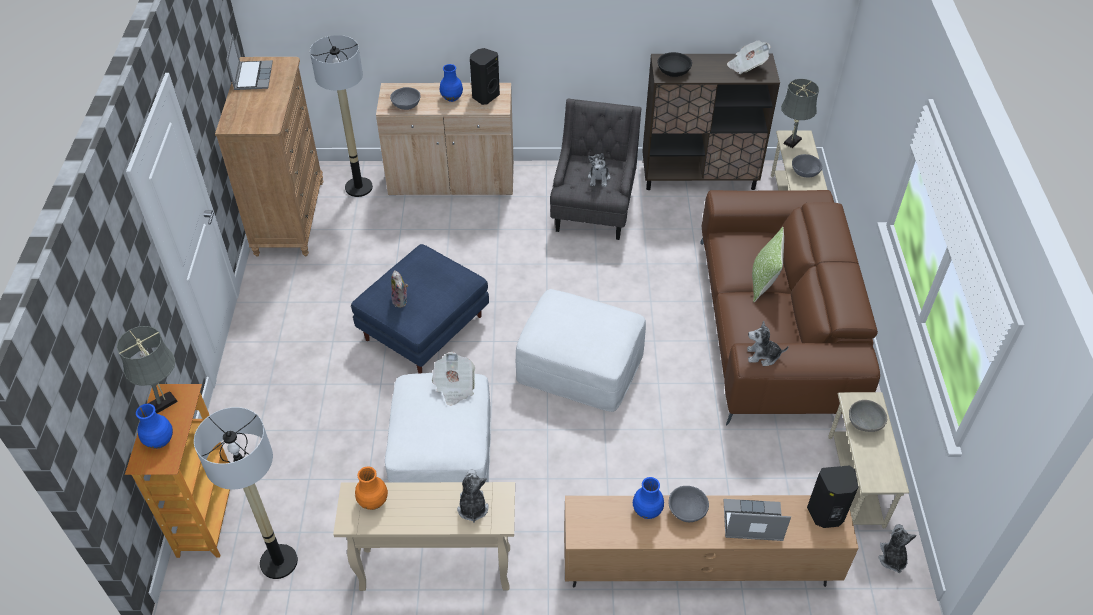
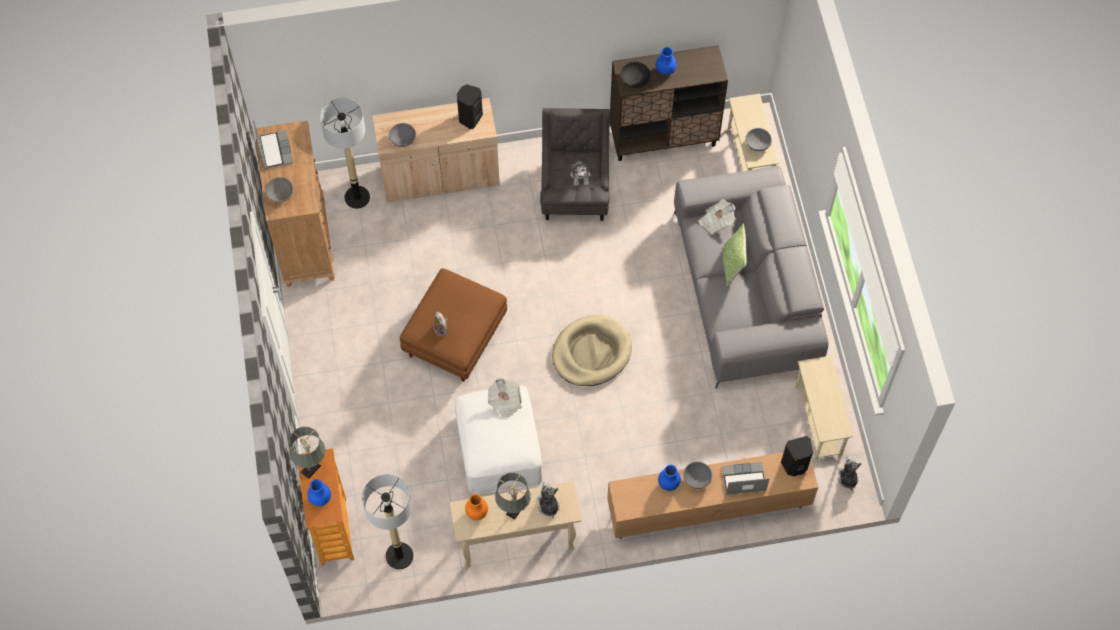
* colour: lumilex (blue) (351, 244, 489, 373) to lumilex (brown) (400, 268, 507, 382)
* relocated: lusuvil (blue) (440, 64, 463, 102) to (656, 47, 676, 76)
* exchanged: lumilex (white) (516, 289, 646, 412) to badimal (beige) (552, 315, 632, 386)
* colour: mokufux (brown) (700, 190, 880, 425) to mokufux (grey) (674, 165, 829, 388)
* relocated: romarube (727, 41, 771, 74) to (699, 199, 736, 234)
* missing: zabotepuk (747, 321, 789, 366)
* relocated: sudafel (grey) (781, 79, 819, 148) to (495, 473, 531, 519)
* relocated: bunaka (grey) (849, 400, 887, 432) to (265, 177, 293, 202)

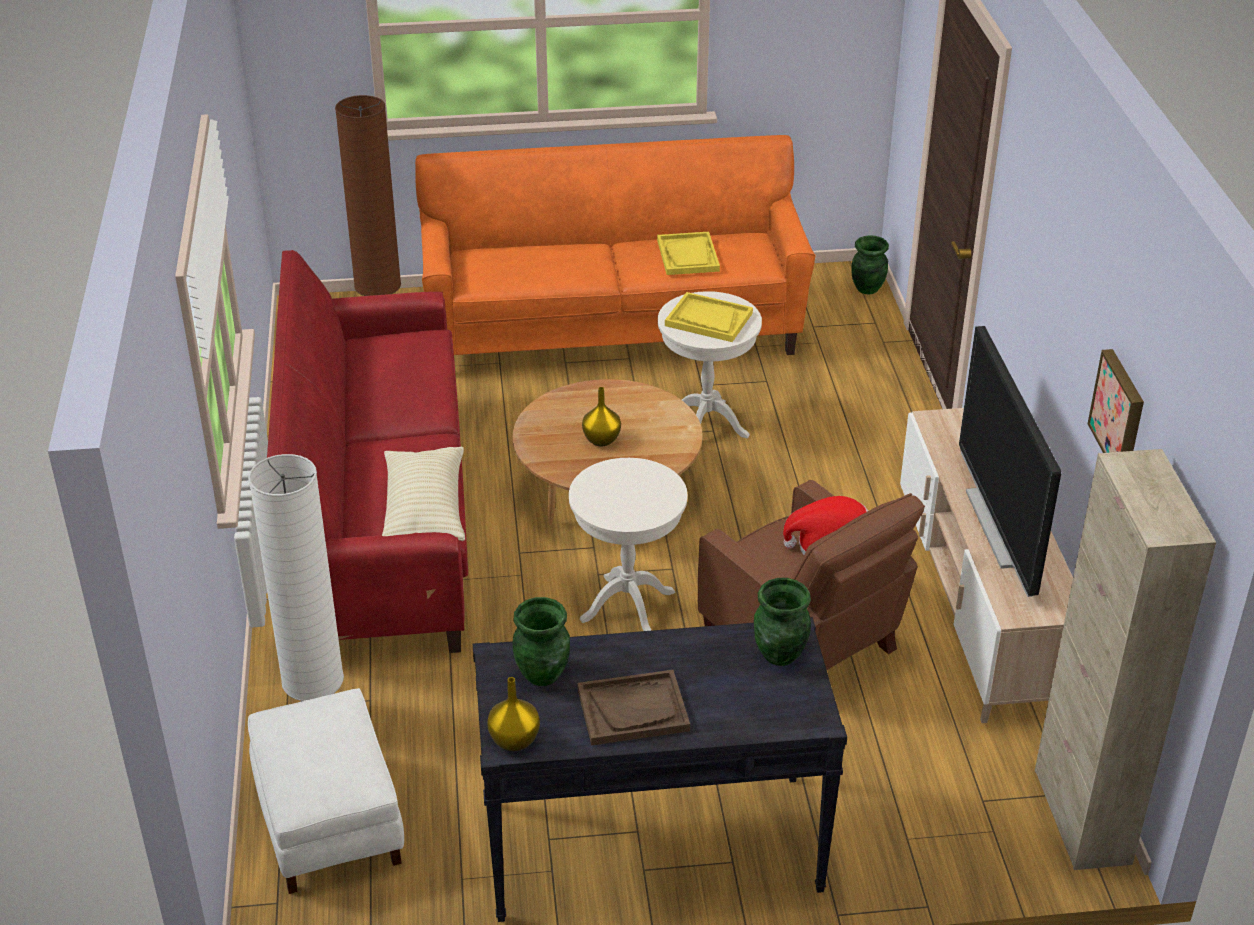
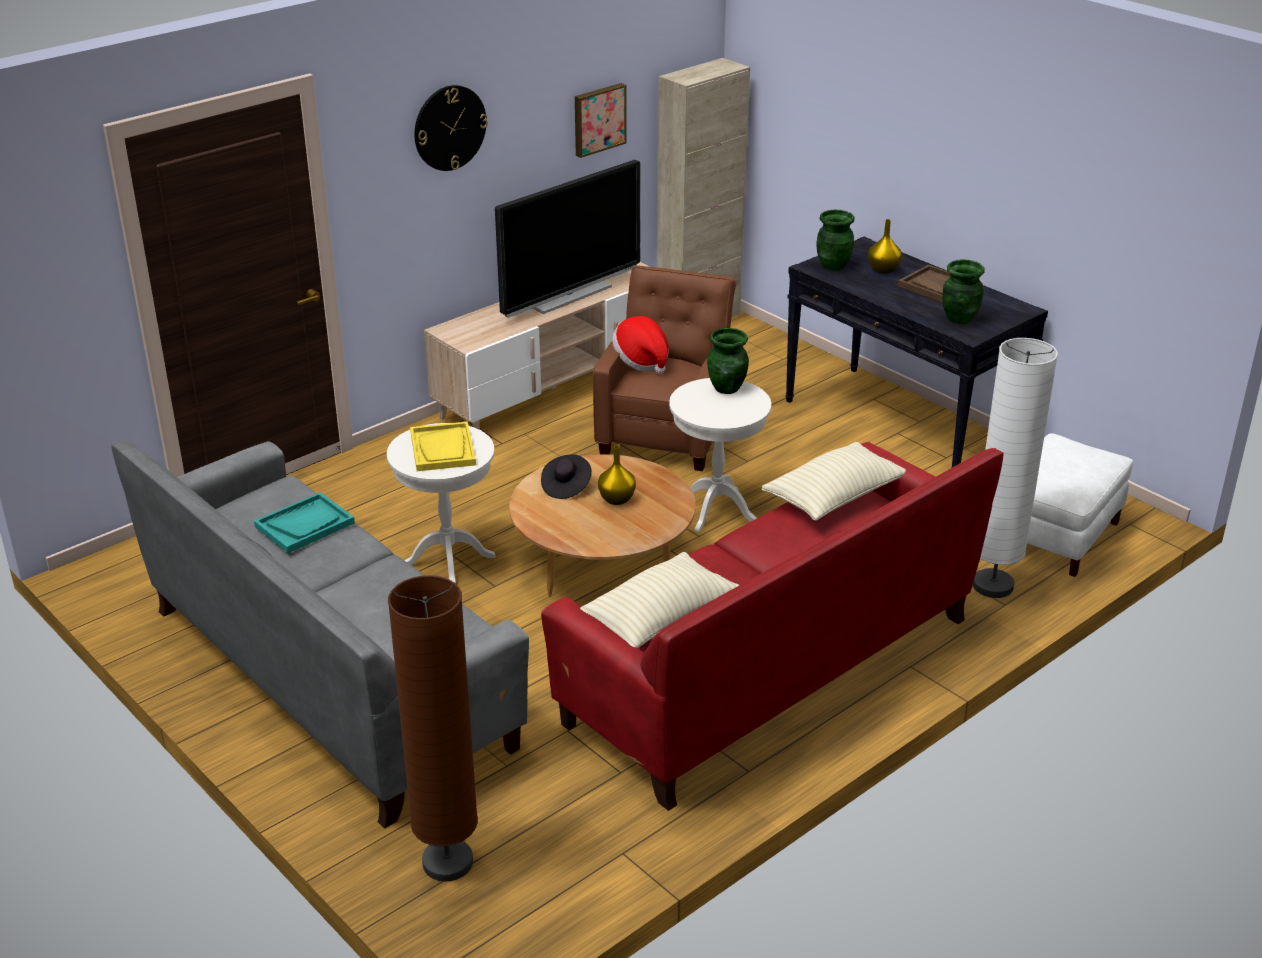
* colour: mokufux (orange) (415, 135, 815, 355) to mokufux (grey) (111, 440, 529, 829)
* relocated: lusuvil (yellow) (487, 677, 540, 751) to (868, 219, 902, 274)
* colour: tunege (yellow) (657, 232, 720, 275) to tunege (turquoise) (254, 492, 355, 553)
* relocated: lusuvil (green) (851, 235, 889, 294) to (707, 328, 749, 394)
* appeared: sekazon (415, 85, 488, 171)
* appeared: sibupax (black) (541, 454, 592, 499)
* appeared: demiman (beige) (580, 552, 739, 648)

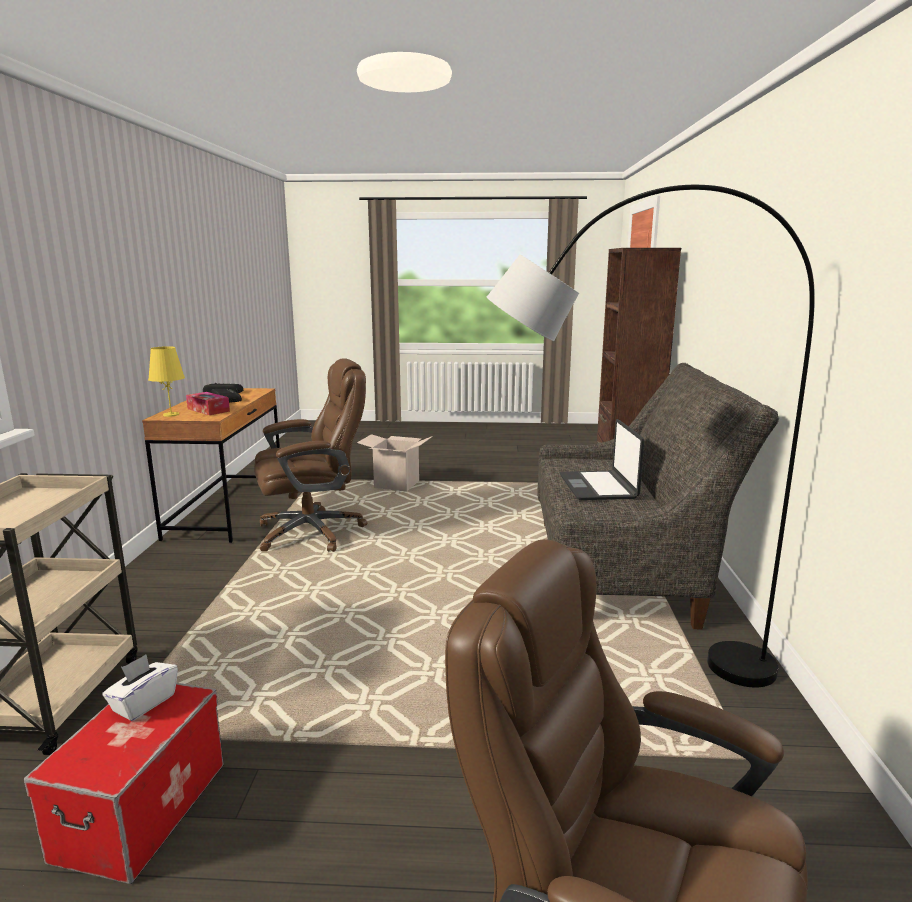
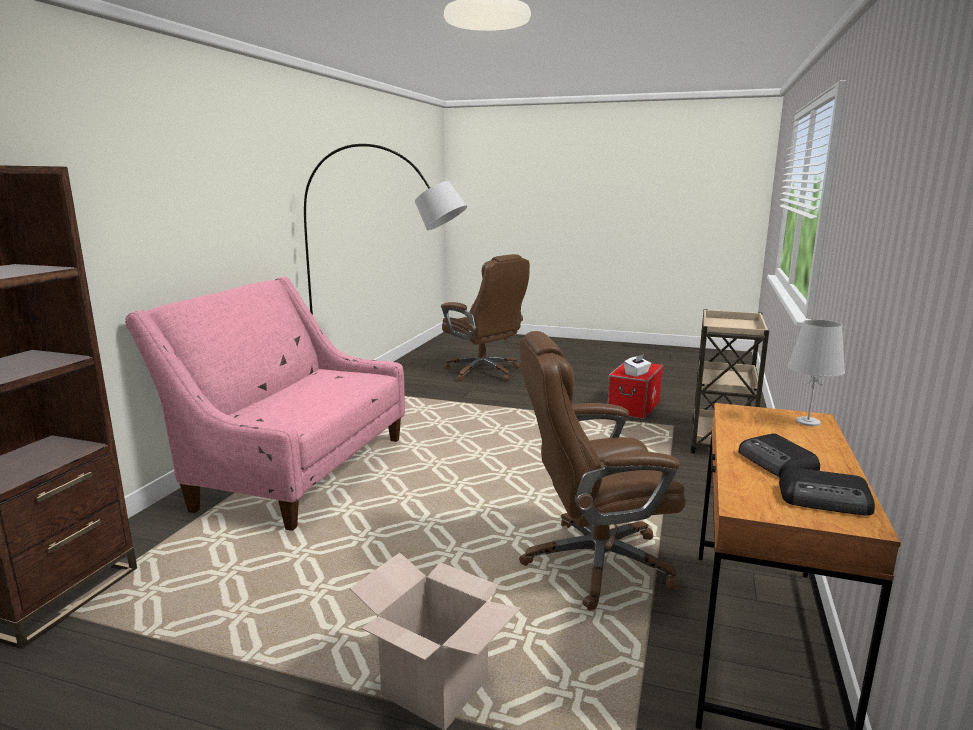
* colour: sudafel (yellow) (148, 346, 185, 417) to sudafel (white) (788, 319, 845, 426)
* missing: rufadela (186, 392, 230, 415)
* colour: mokufux (grey) (537, 363, 779, 629) to mokufux (pink) (125, 276, 405, 531)
* missing: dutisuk (560, 419, 644, 500)

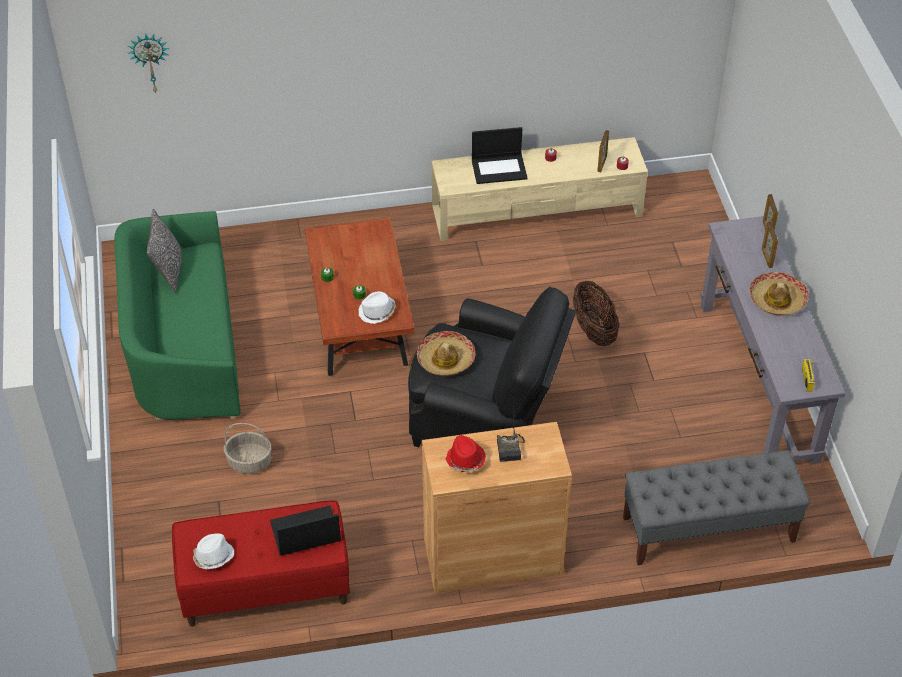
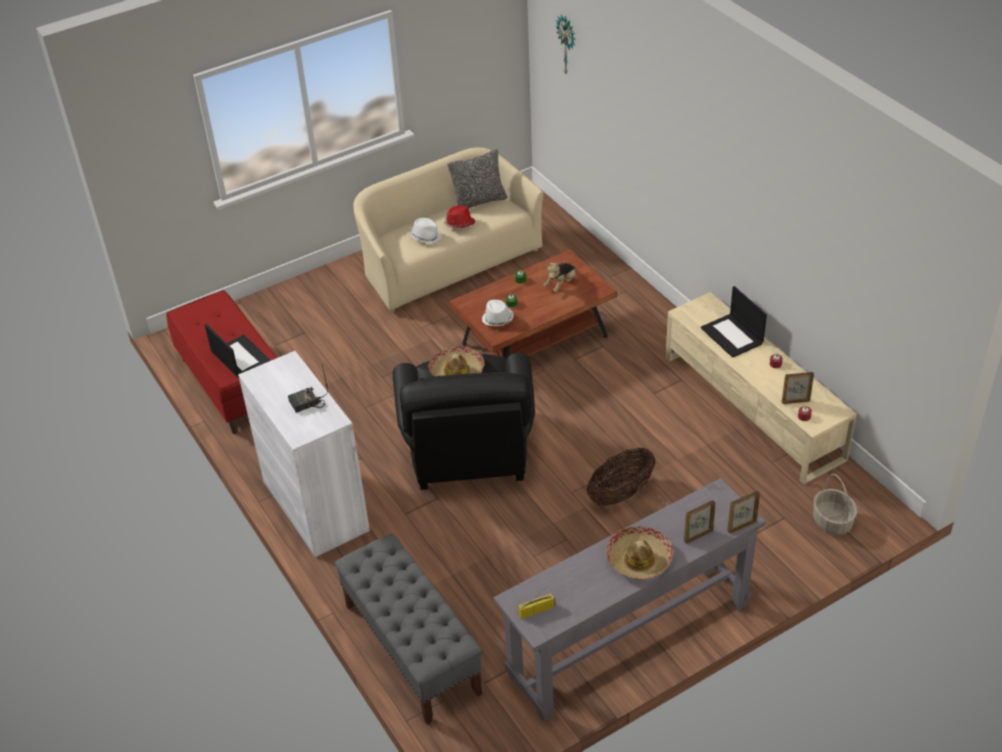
* colour: mokufux (green) (114, 211, 241, 420) to mokufux (beige) (353, 147, 544, 312)
* relocated: sibupax (white) (193, 533, 234, 569) to (409, 218, 442, 244)
* relocated: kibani (224, 423, 271, 474) to (813, 474, 857, 535)
* colour: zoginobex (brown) (422, 422, 572, 593) to zoginobex (white) (238, 351, 370, 557)
* relocated: sibupax (red) (446, 435, 486, 472) to (444, 205, 475, 228)
* appeared: zabotepuk (544, 263, 577, 292)

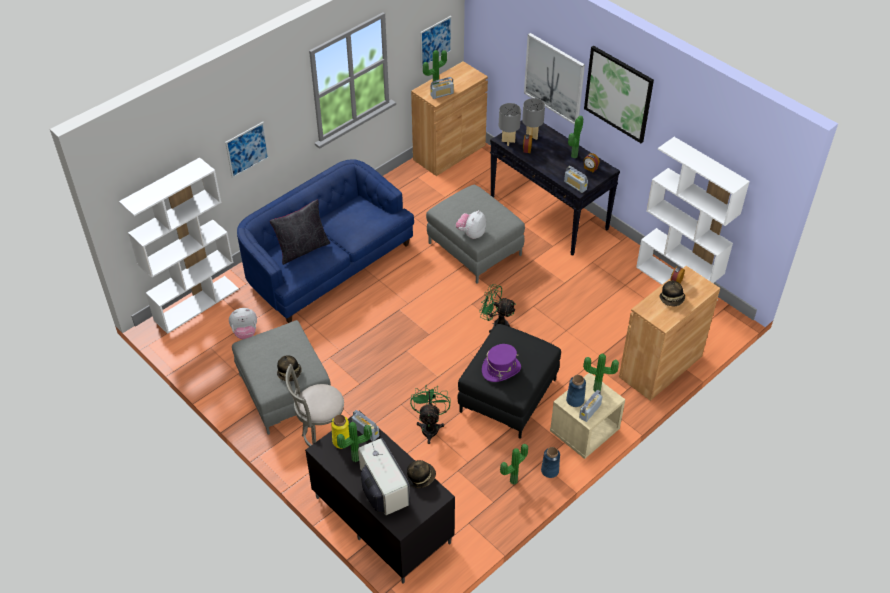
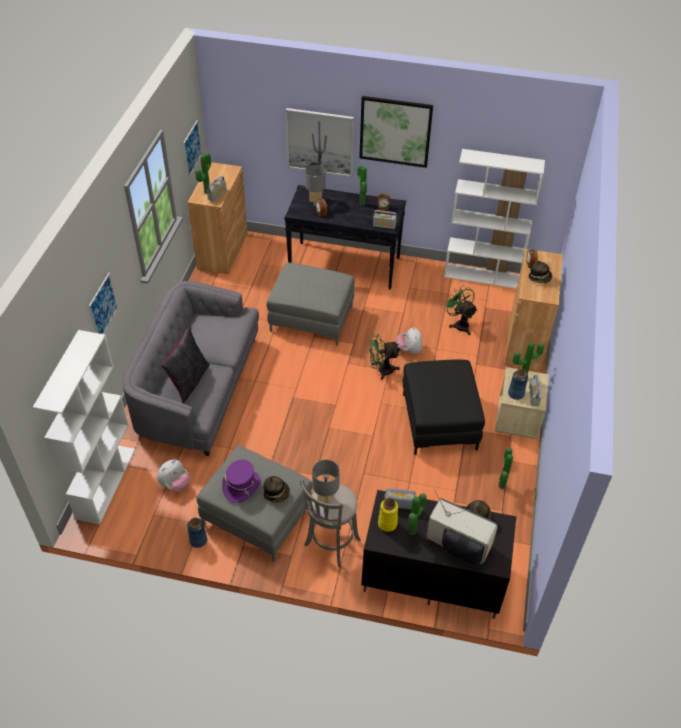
* colour: mokufux (blue) (237, 159, 414, 323) to mokufux (grey) (122, 281, 259, 456)
* relocated: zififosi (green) (410, 385, 451, 444) to (445, 285, 477, 335)
* relocated: zabotepuk (456, 210, 486, 239) to (396, 327, 423, 354)
* relocated: sibupax (purple) (482, 344, 521, 382) to (222, 460, 260, 503)
* relocated: sudafel (grey) (499, 103, 521, 146) to (312, 460, 340, 504)
* relocated: lusuvil (blue) (541, 447, 560, 478) to (187, 518, 207, 548)

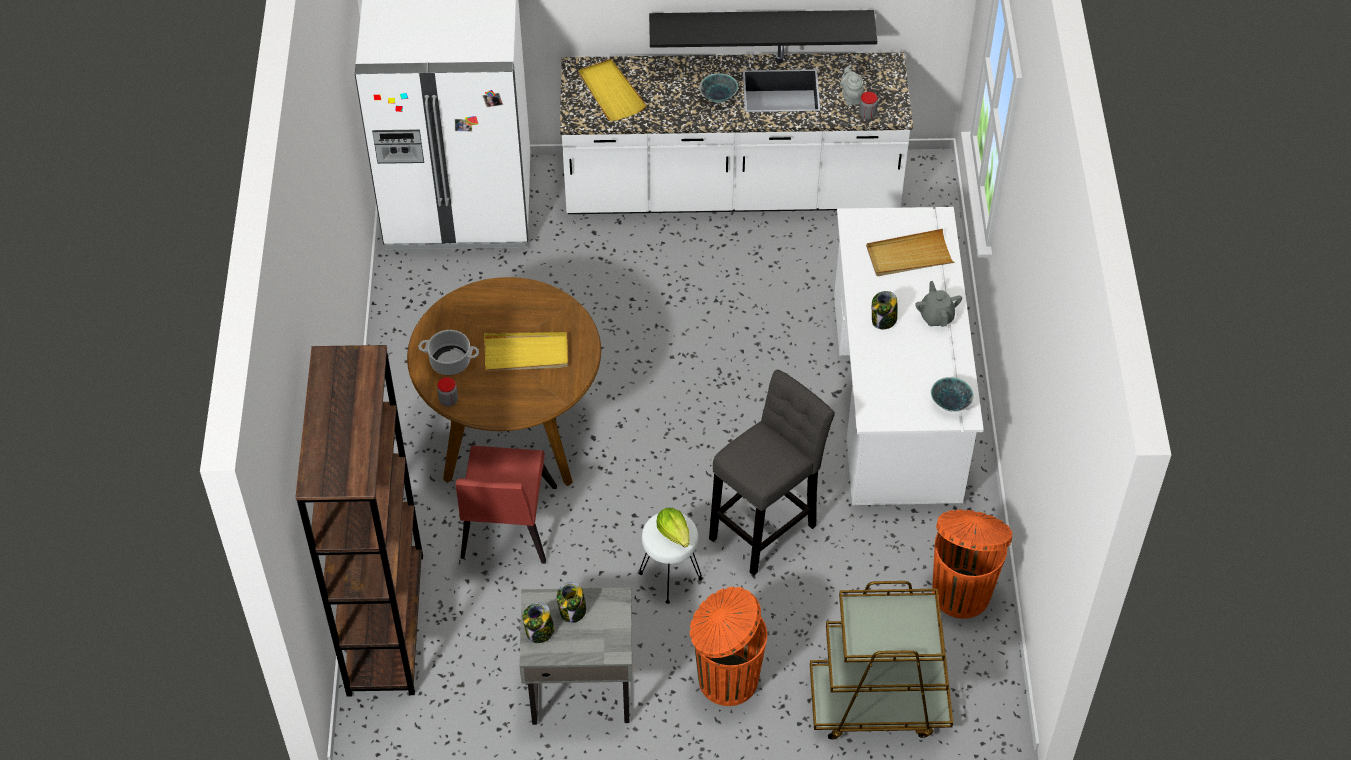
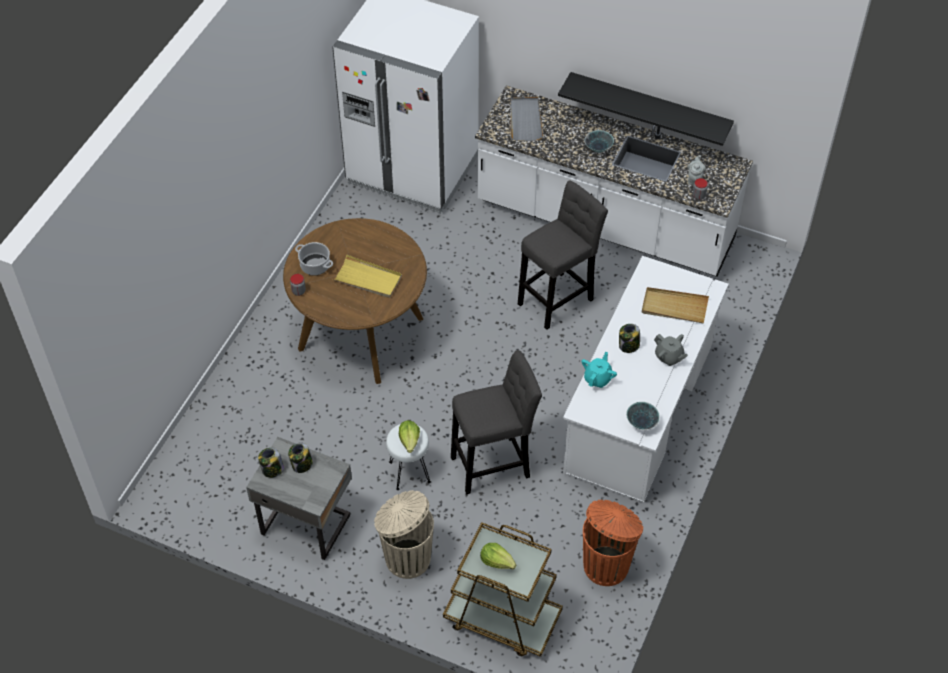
* missing: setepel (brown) (295, 345, 423, 697)
* missing: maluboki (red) (456, 445, 557, 564)
* colour: tunege (yellow) (578, 59, 646, 121) to tunege (grey) (511, 97, 543, 141)
* colour: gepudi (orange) (690, 587, 767, 706) to gepudi (beige) (374, 490, 434, 579)
* spun: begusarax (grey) (915, 281, 962, 327) = (654, 334, 688, 366) 120 degrees clockwise
* appeared: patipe (480, 543, 516, 569)
* appeared: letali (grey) (518, 181, 608, 330)
* appeared: begusarax (turquoise) (582, 352, 617, 388)

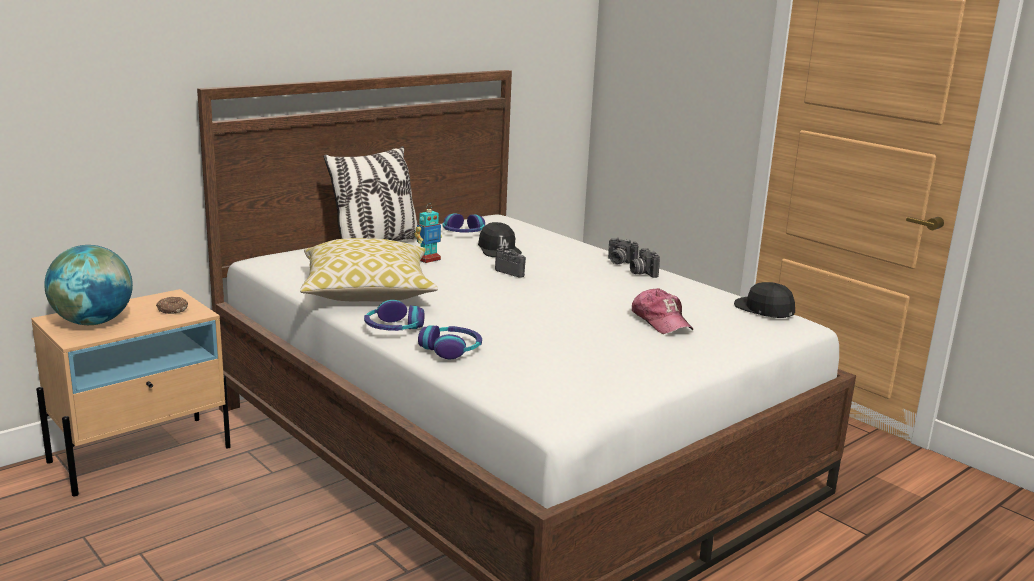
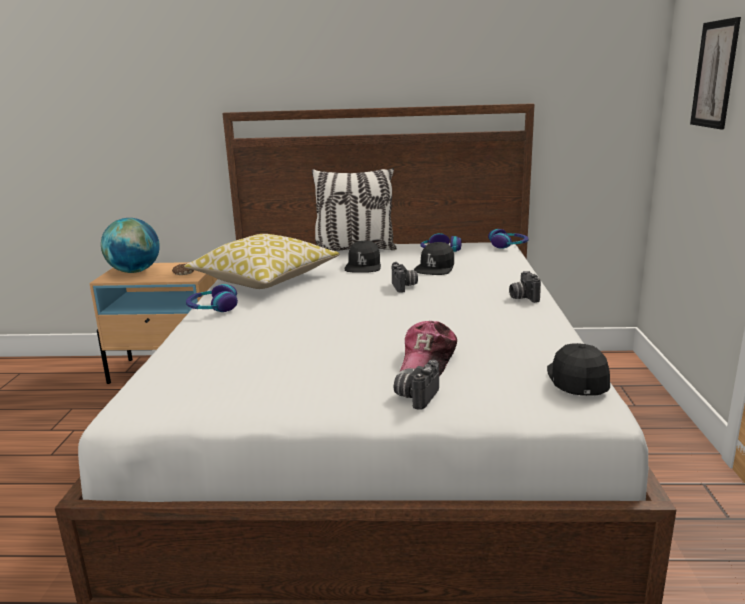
* exchanged: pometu (414, 203, 442, 263) to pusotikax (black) (345, 241, 381, 273)
* relocated: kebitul (418, 325, 482, 359) to (488, 229, 529, 249)
* relocated: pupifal (630, 248, 660, 278) to (394, 360, 439, 410)
* appeared: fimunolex (690, 17, 741, 129)

